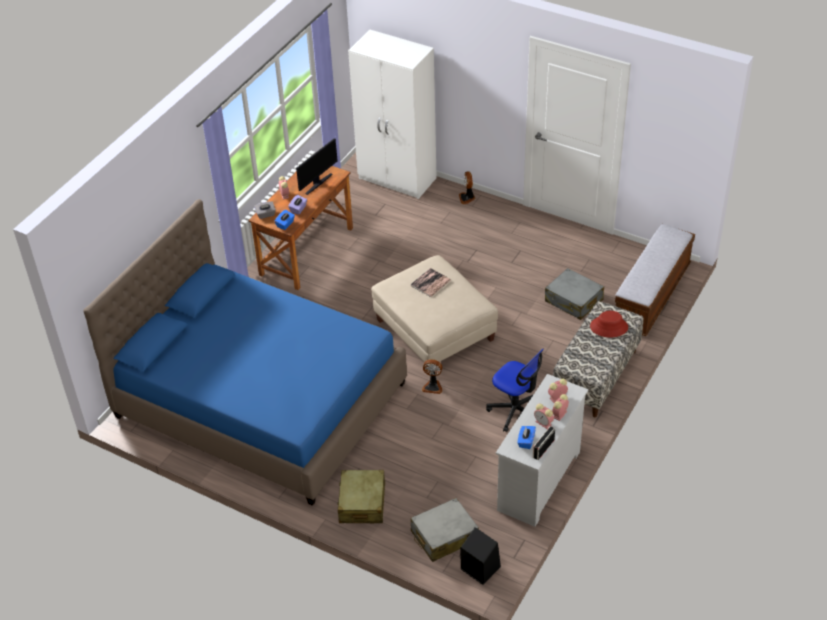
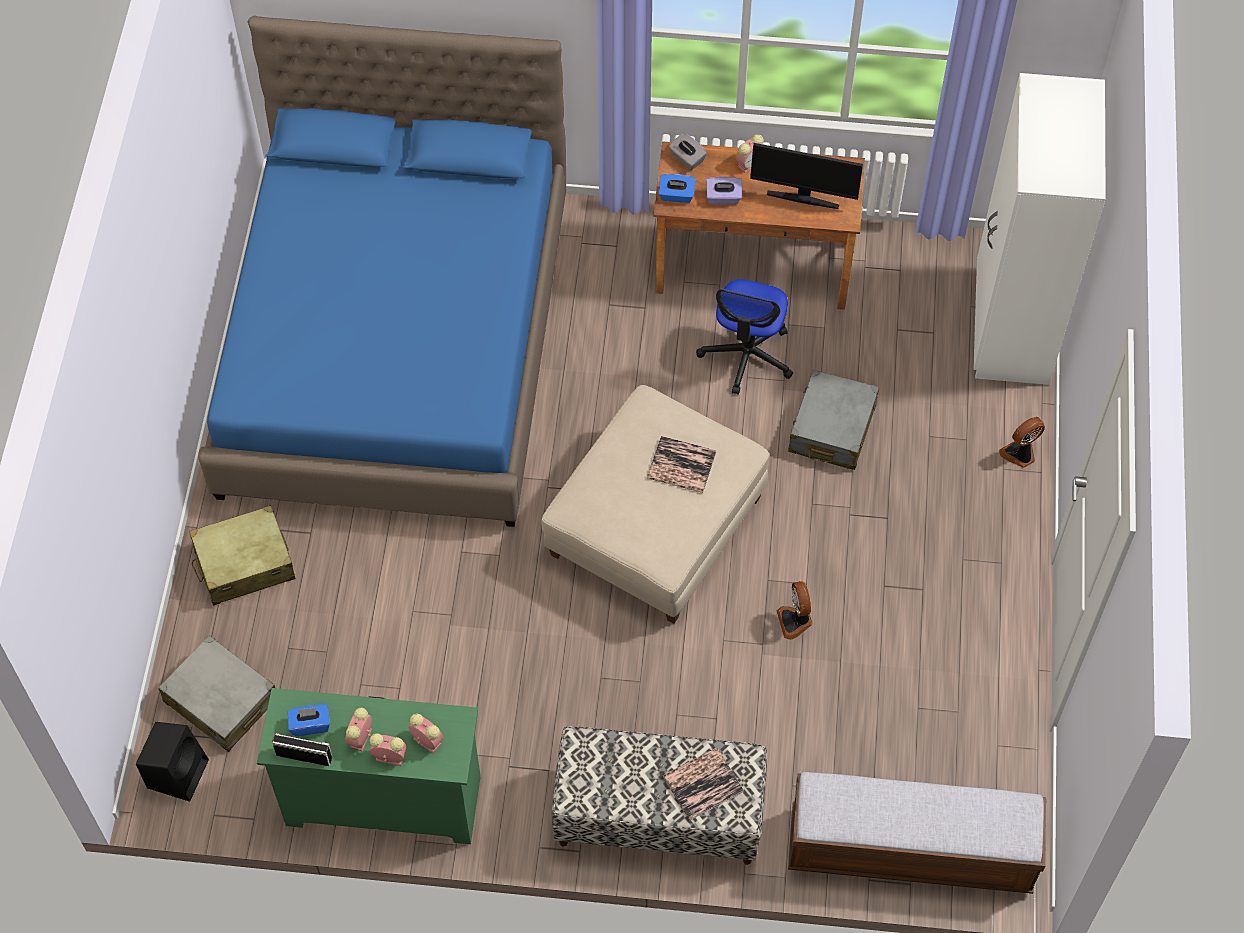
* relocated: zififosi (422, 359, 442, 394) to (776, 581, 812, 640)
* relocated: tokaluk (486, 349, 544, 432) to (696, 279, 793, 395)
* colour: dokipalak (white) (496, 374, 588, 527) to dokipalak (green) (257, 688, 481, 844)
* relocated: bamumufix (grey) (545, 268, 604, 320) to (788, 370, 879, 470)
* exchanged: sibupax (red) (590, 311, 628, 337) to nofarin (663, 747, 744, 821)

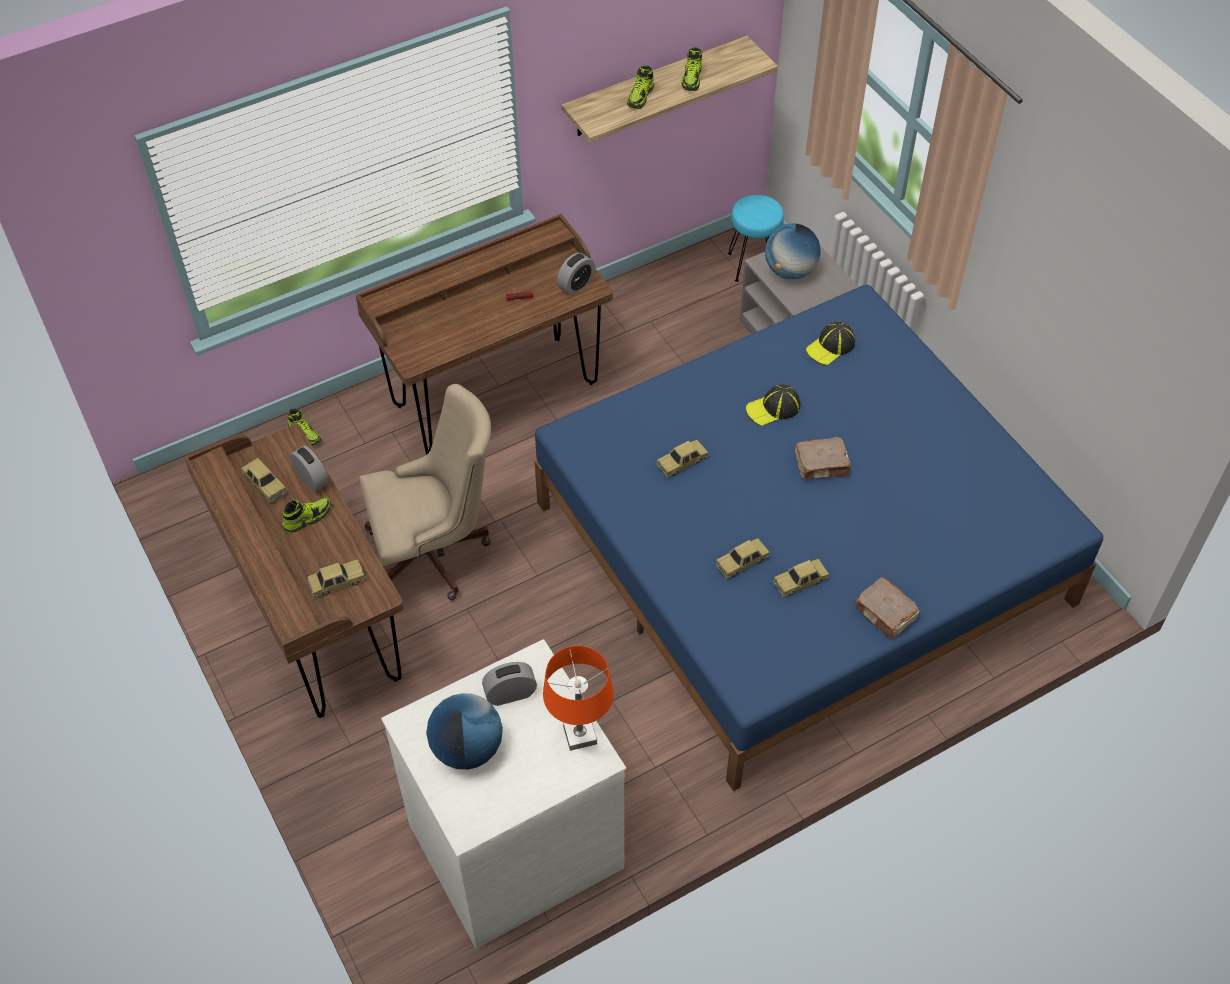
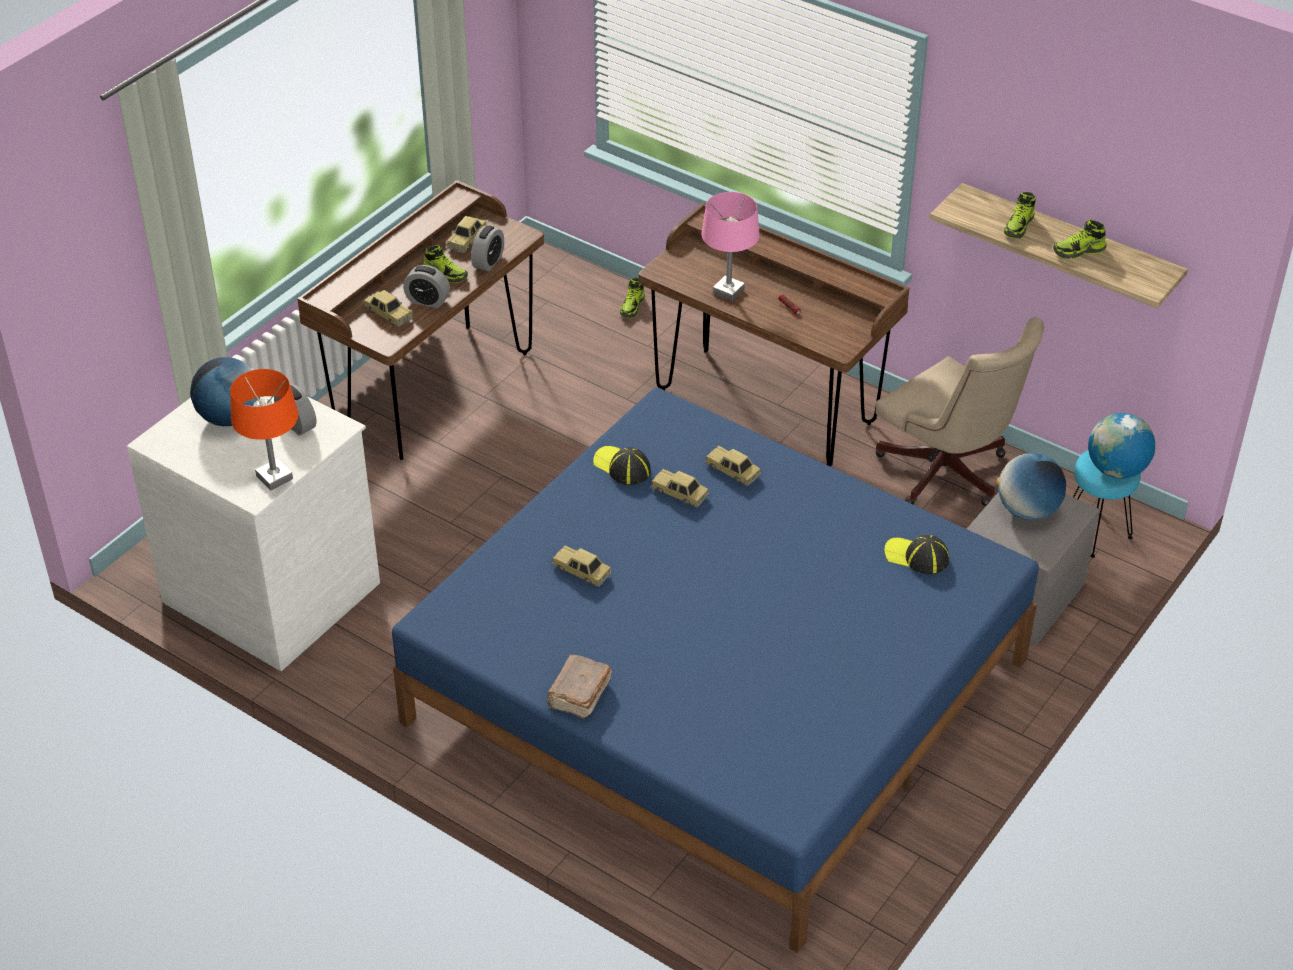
* relocated: tokaluk (beige) (360, 384, 491, 600) to (876, 317, 1044, 506)
* relocated: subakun (557, 253, 595, 296) to (403, 265, 450, 308)
* spun: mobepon (627, 66, 654, 109) = (1004, 192, 1036, 239) 60 degrees counterclockwise
* relocated: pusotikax (746, 384, 800, 426) to (593, 446, 651, 485)
* relocated: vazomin (773, 559, 829, 597) to (705, 446, 761, 486)
* missing: nofarin (brown) (795, 437, 851, 480)
* appeared: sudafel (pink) (701, 192, 760, 301)
* appeared: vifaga (1088, 413, 1155, 479)

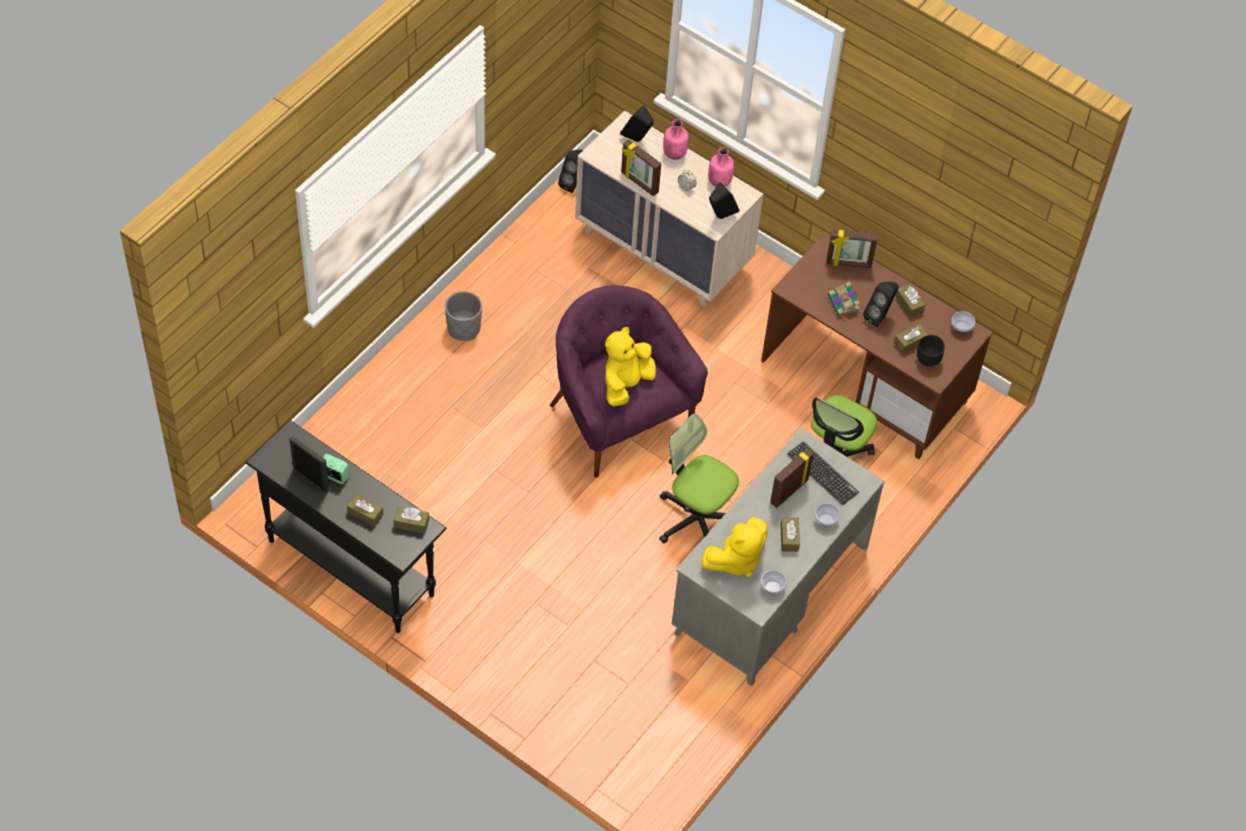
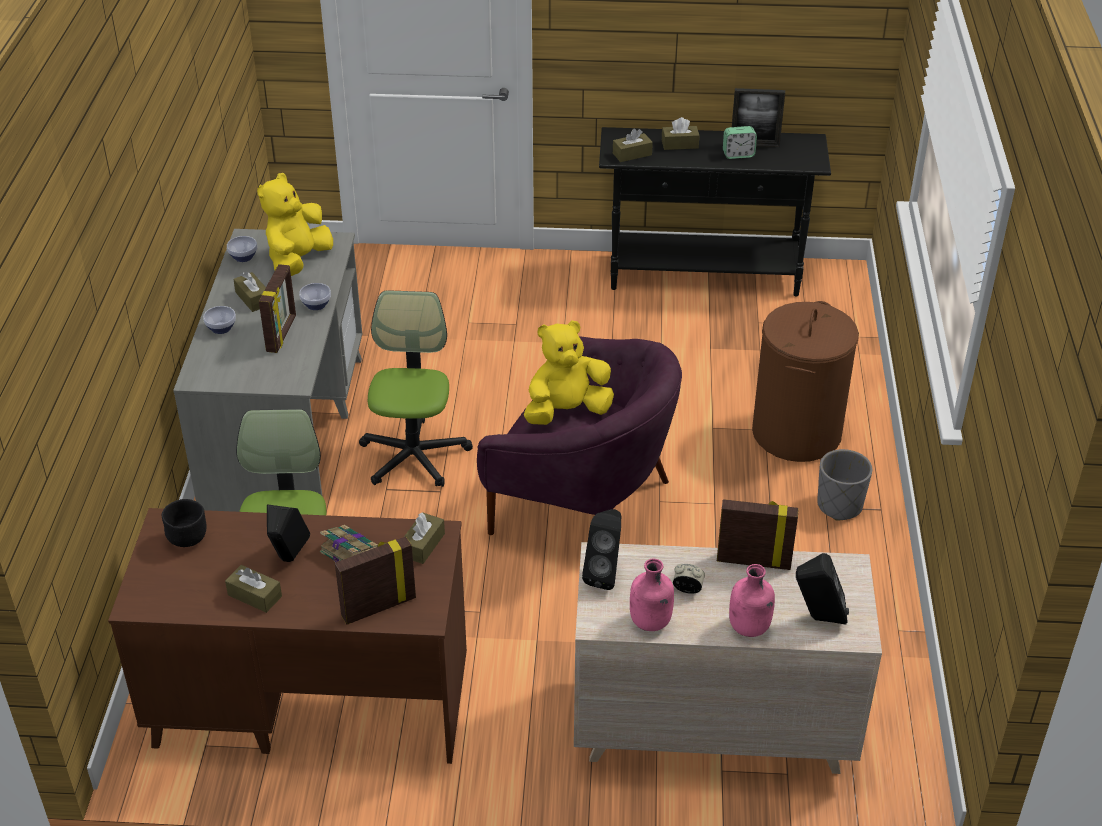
* missing: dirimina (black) (558, 150, 583, 193)
* spun: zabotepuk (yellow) (605, 327, 656, 407) = (524, 320, 614, 425) 120 degrees counterclockwise
* spun: tokaluk (659, 414, 739, 544) = (359, 290, 473, 487) 90 degrees counterclockwise
* missing: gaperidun (787, 441, 859, 505)
* relocated: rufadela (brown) (894, 324, 929, 354) to (404, 512, 445, 564)
* relocated: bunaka (952, 311, 975, 333) to (299, 283, 331, 310)
* appeared: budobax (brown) (752, 301, 859, 462)

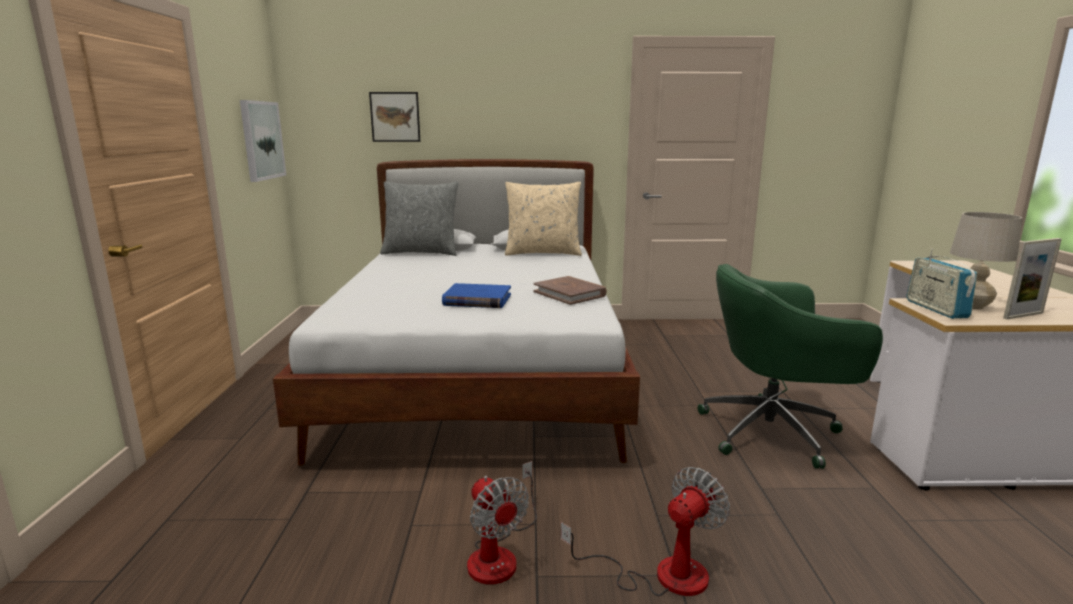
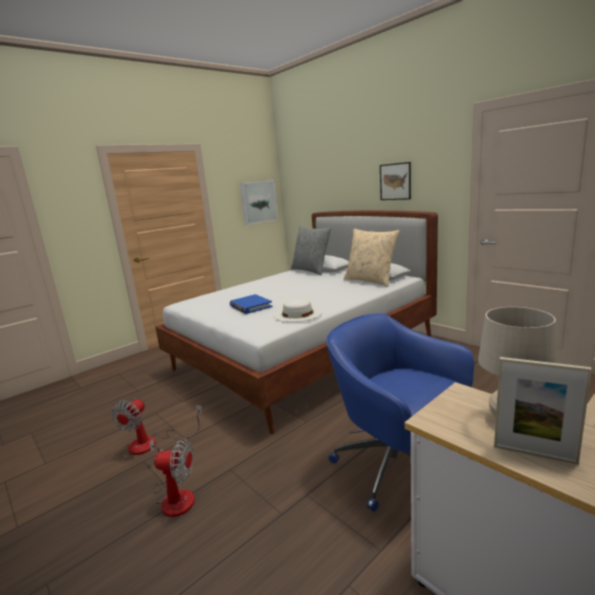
* relocated: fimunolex (369, 92, 420, 142) to (380, 162, 411, 200)
* exchanged: nofarin (brown) (534, 276, 607, 305) to sibupax (white) (273, 299, 323, 322)
* colour: tokaluk (green) (698, 264, 883, 469) to tokaluk (blue) (326, 313, 474, 512)
* missing: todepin (906, 248, 977, 319)

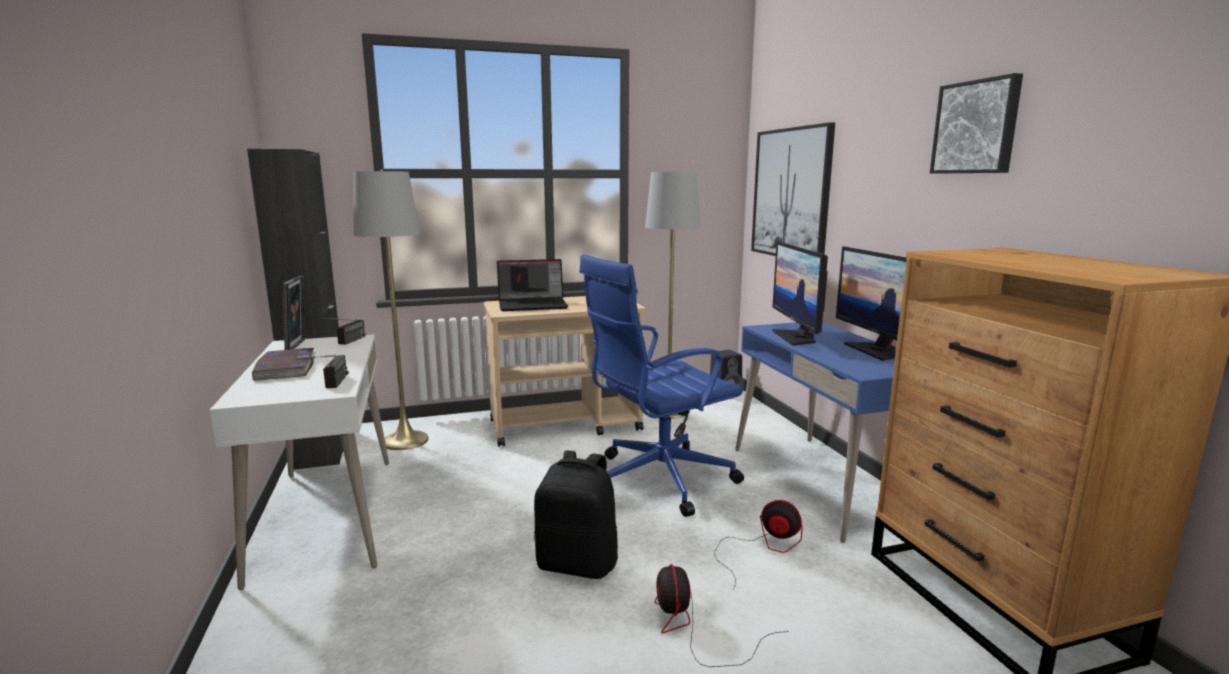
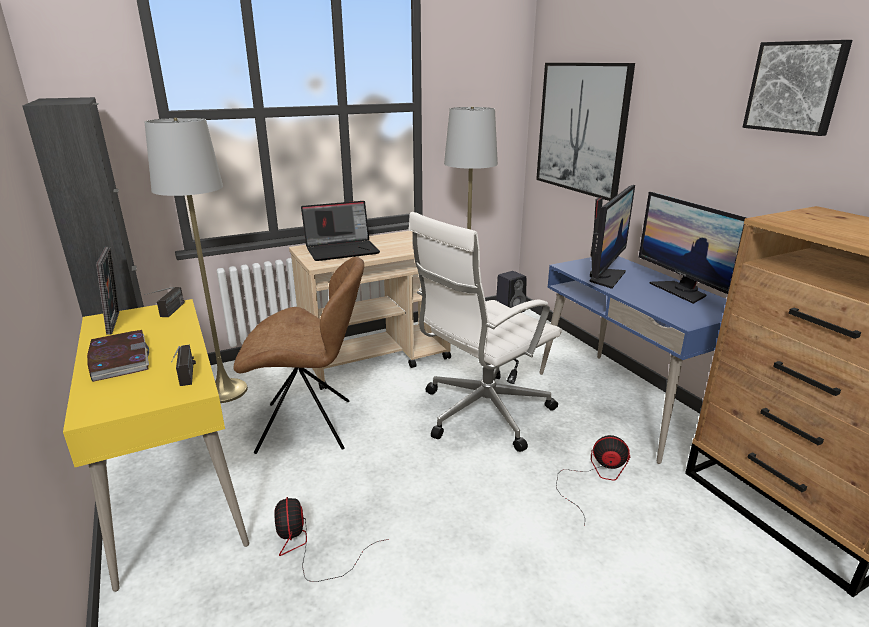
* colour: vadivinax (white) (210, 334, 389, 590) to vadivinax (yellow) (63, 299, 249, 592)
* missing: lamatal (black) (534, 450, 618, 579)
* colour: tokaluk (blue) (579, 254, 744, 517) to tokaluk (white) (408, 212, 562, 452)
* relocated: zififosi (655, 564, 789, 667) to (274, 497, 388, 582)
* spun: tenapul (772, 241, 828, 346) = (589, 185, 635, 289) 135 degrees counterclockwise
* appeared: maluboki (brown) (234, 257, 364, 454)

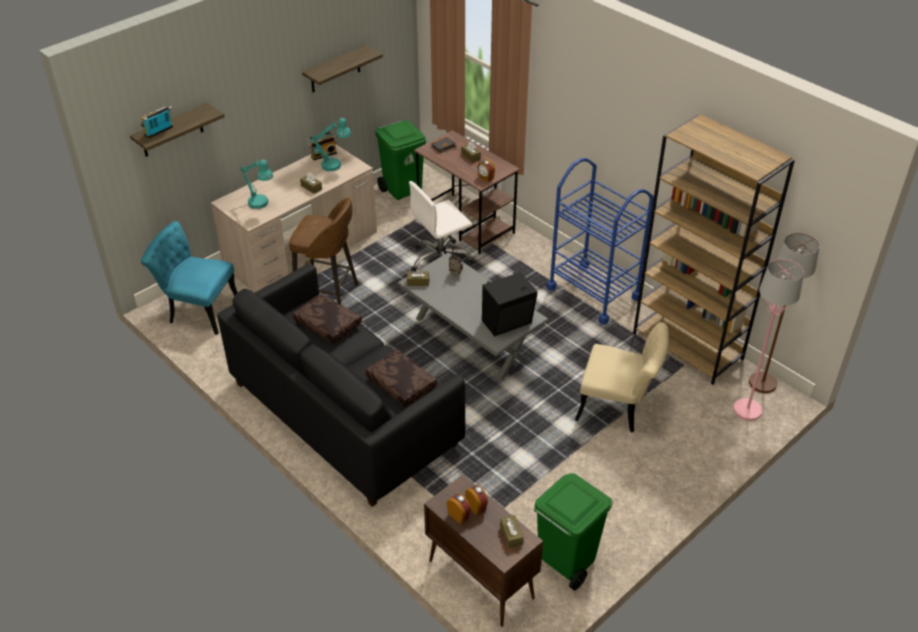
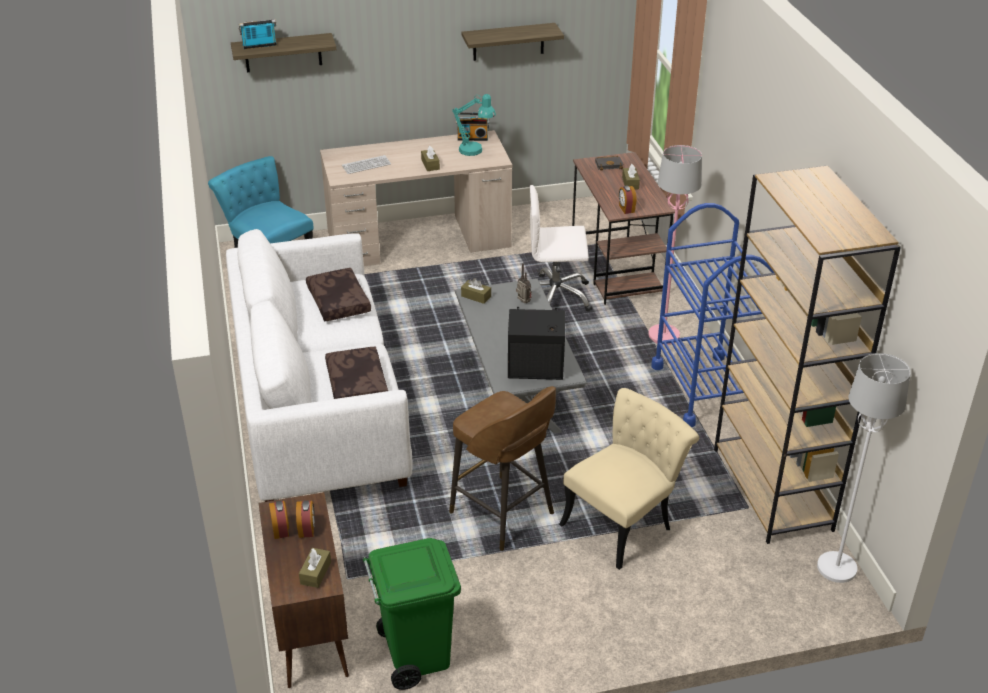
* colour: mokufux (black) (217, 264, 465, 507) to mokufux (white) (226, 229, 413, 502)
* exchanged: sudafel (turquoise) (240, 159, 273, 209) to gaperidun (342, 155, 391, 174)
* relocated: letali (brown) (289, 197, 359, 305) to (449, 386, 556, 551)
* missing: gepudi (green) (375, 120, 426, 200)
* spun: maluboki (beige) (575, 322, 669, 432) = (559, 388, 699, 570) 90 degrees counterclockwise
* relocated: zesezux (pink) (733, 258, 804, 421) to (648, 145, 702, 345)
* colour: zesezux (brown) (749, 233, 820, 393) to zesezux (white) (817, 353, 911, 583)

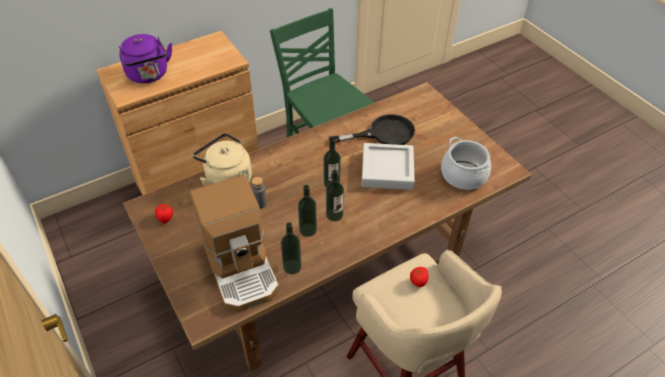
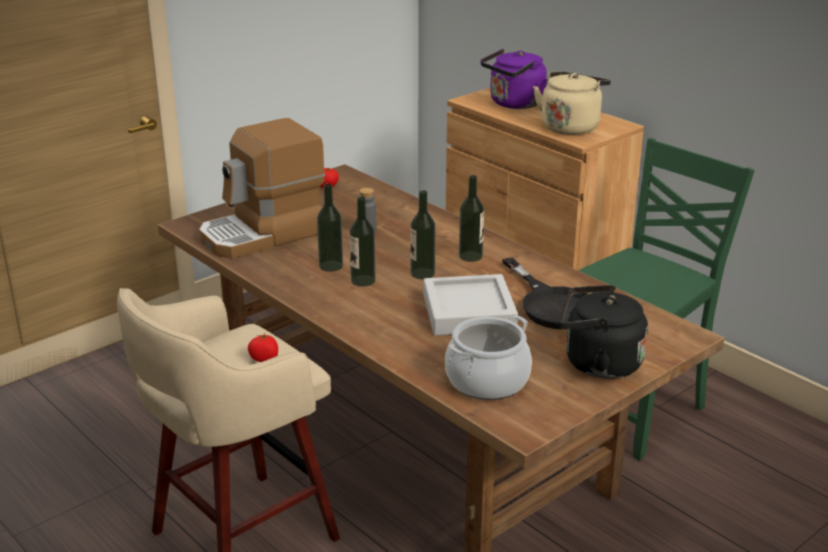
* relocated: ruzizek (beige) (193, 133, 252, 186) to (533, 71, 611, 135)
* relocated: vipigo (281, 222, 301, 274) to (459, 175, 484, 262)
* appeared: ruzizek (black) (560, 285, 648, 379)

